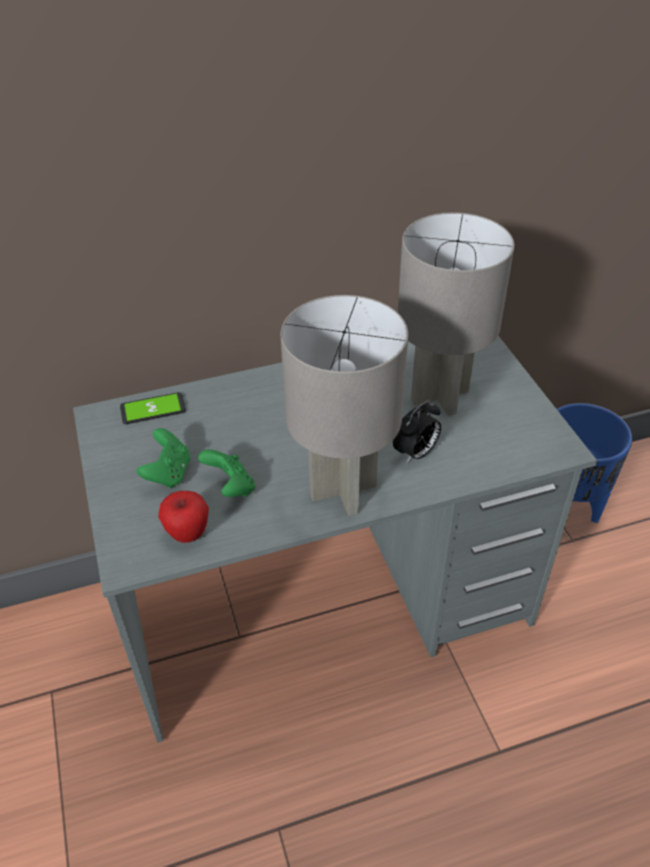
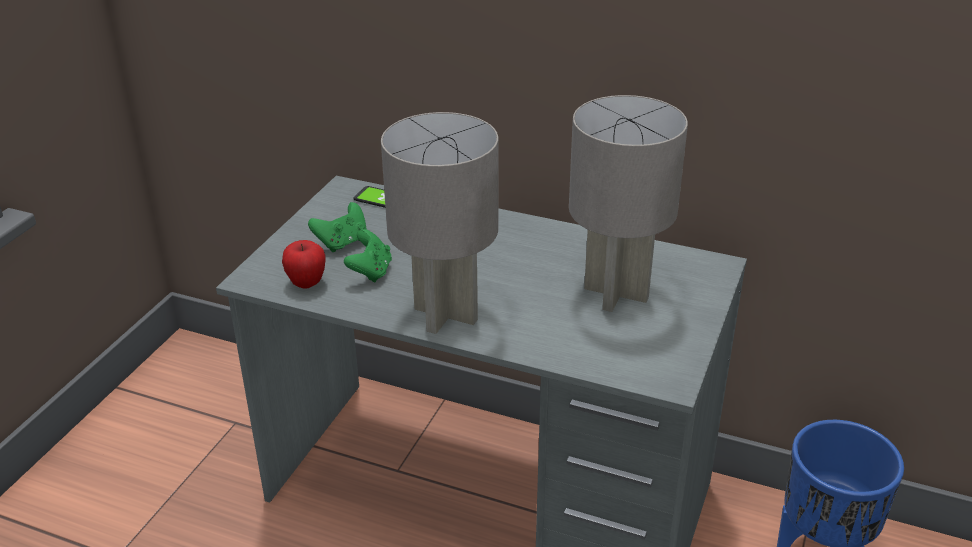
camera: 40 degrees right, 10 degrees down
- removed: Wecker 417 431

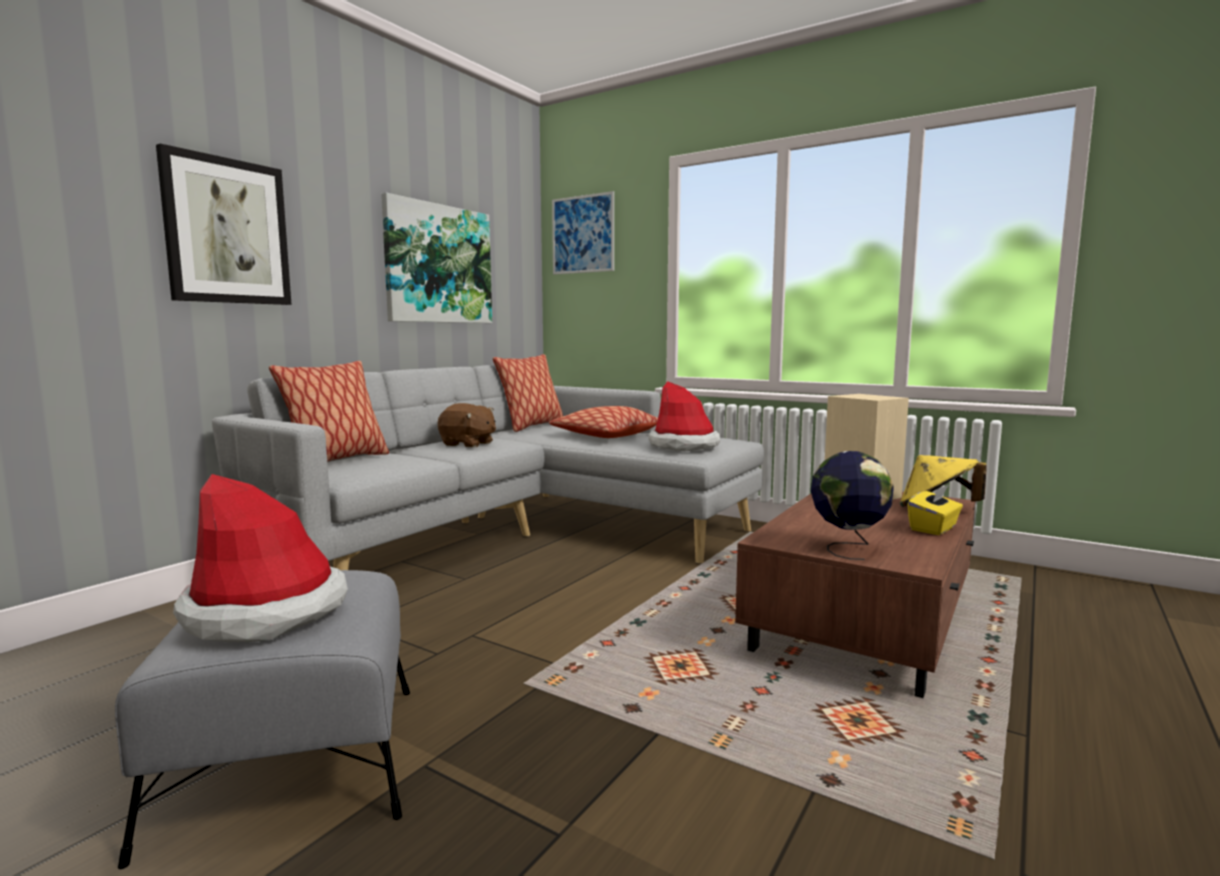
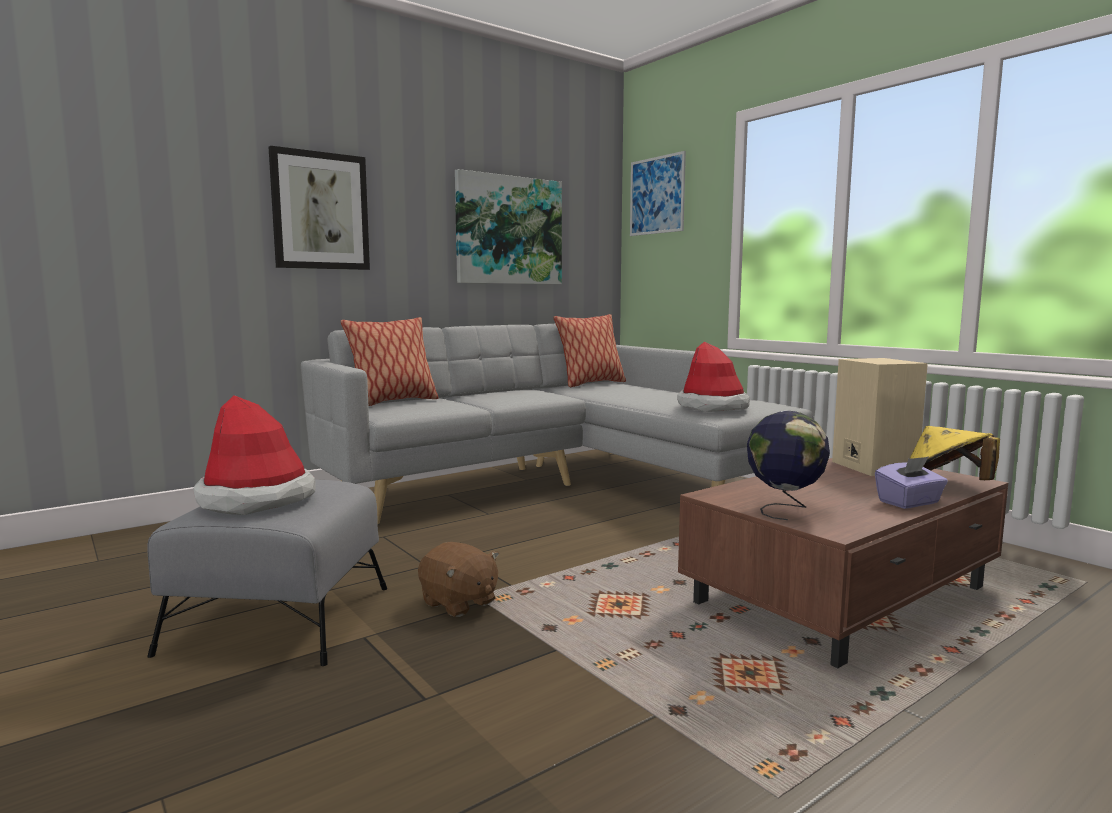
camera: 20 degrees right, 0 degrees up
- moved: Plüschtier [braun] 467 425 to 458 579
- removed: Kissen 603 422
- recoloured: Taschentuchbox [gelb] 935 510 to Taschentuchbox [lila] 911 482

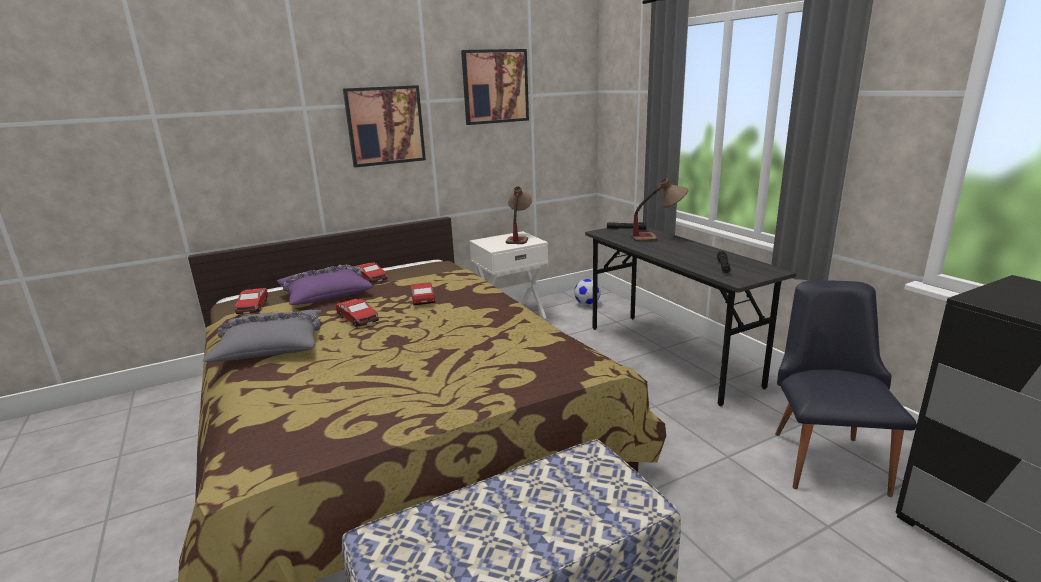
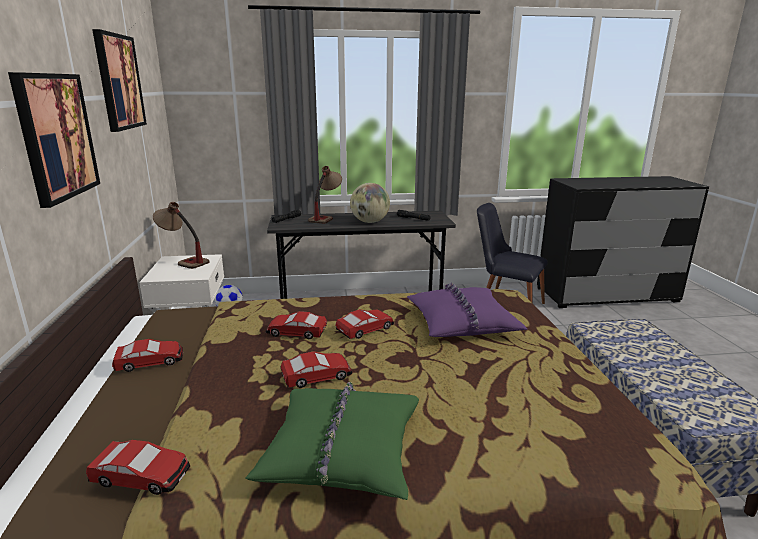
camera: 70 degrees left, 0 degrees up
- recoloured: Kissen [grau] 262 336 to Kissen [grün] 332 441
- moved: Kissen [lila] 325 284 to 467 310
- added: Spielzeugauto 365 324
- added: Globus 370 203

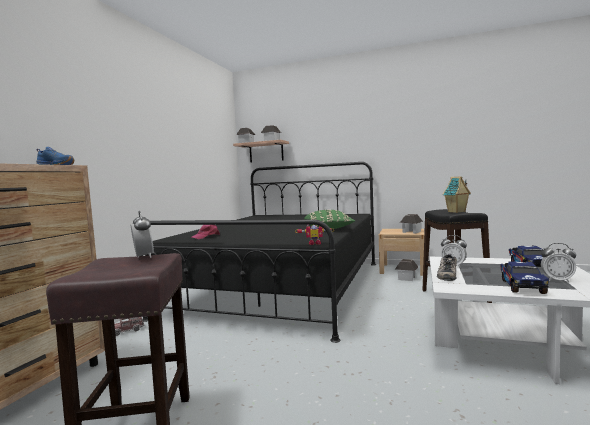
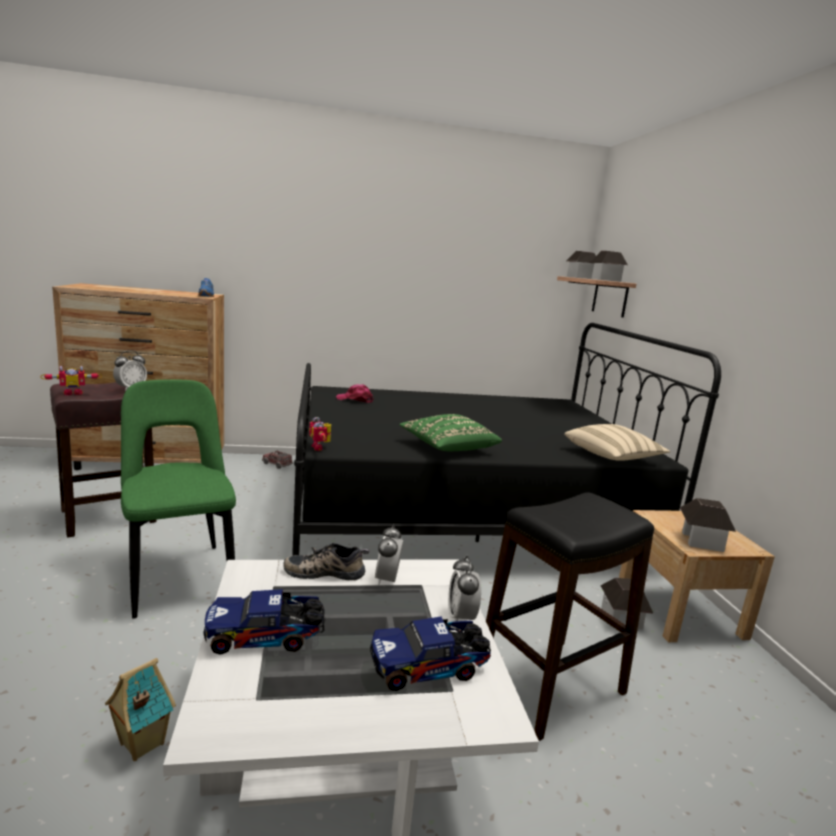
camera: 60 degrees right, 10 degrees up
- moved: Spielzeughaus 457 194 to 140 709
- moved: Wecker 558 262 to 464 588
- added: Spielzeugroboter 71 380
- added: Stuhl [grün] 178 498
- added: Kissen [beige] 617 442

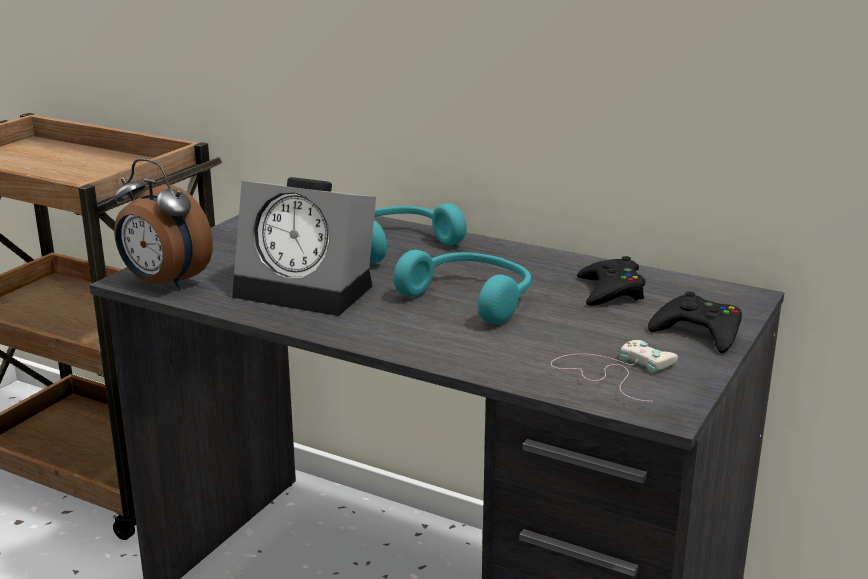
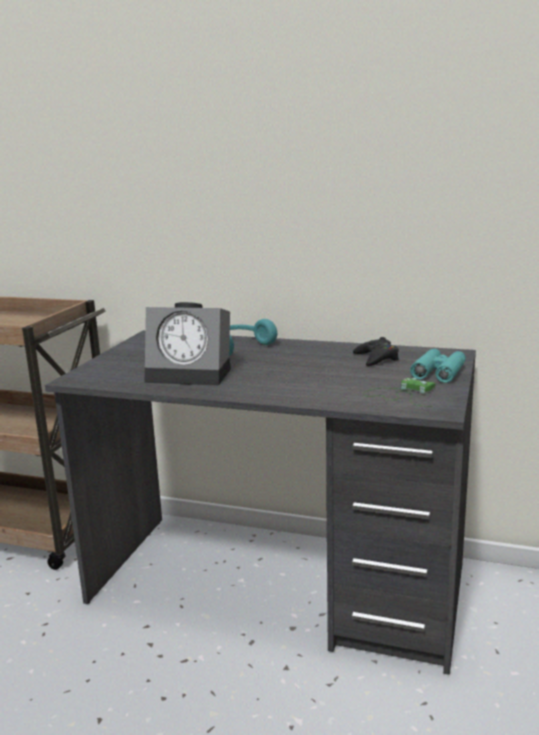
camera: 10 degrees left, 5 degrees down
- removed: Wecker 163 224
- removed: Kopfhörer [türkis] 462 287
- recoloured: Gamepad [weiß] 614 371 to Gamepad [grün] 399 392
- replaced: Gamepad [schwarz] 695 322 to Fernglas [türkis] 438 366

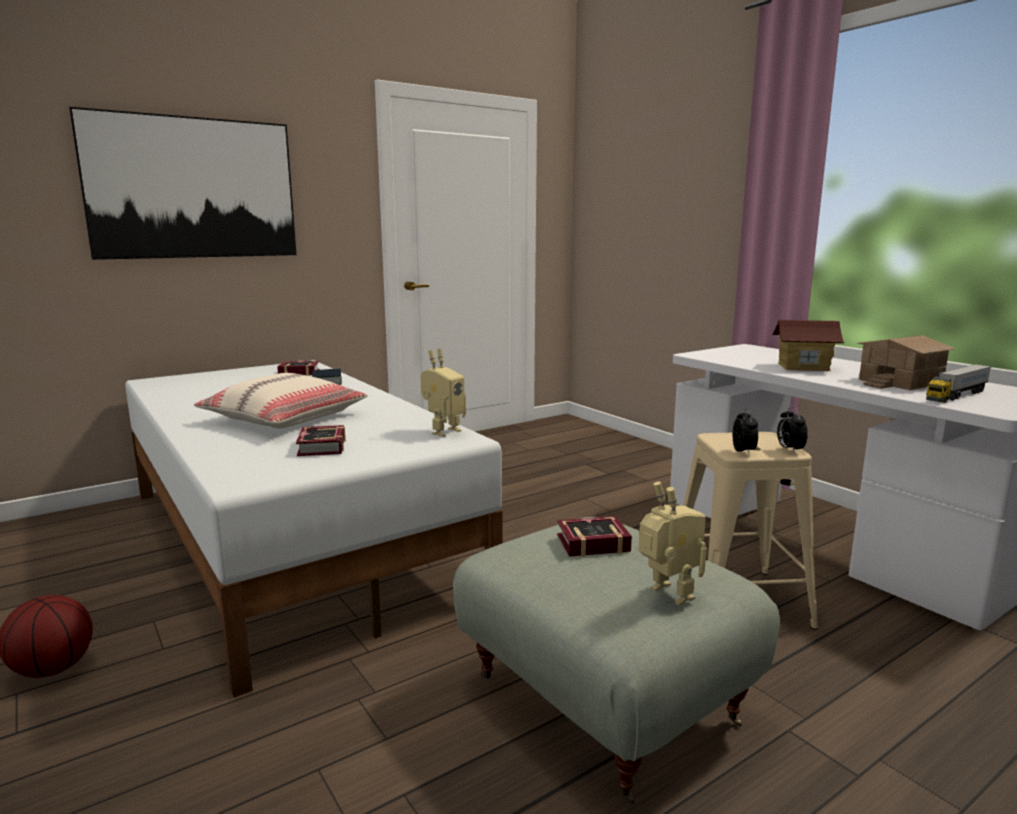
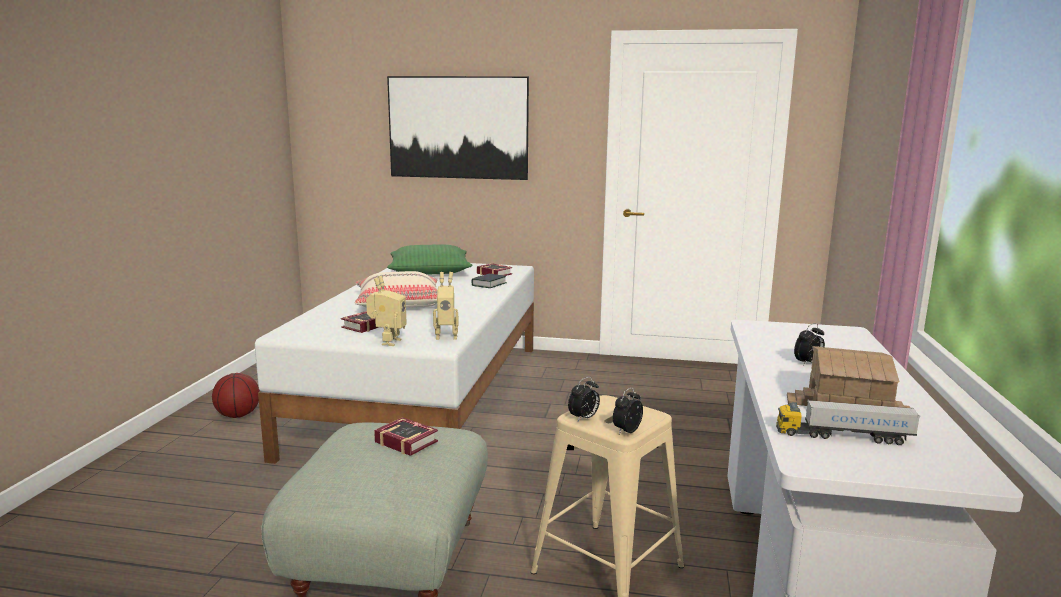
camera: 45 degrees right, 0 degrees up
- moved: Spielzeugroboter 673 543 to 386 311
- replaced: Spielzeughaus 808 345 to Wecker 809 344
- added: Kissen [grün] 429 260

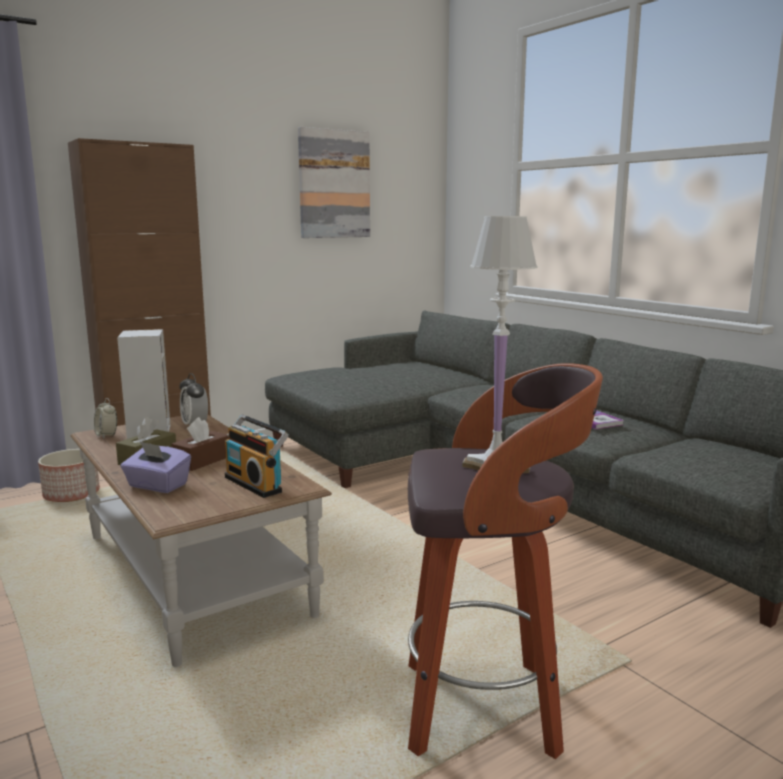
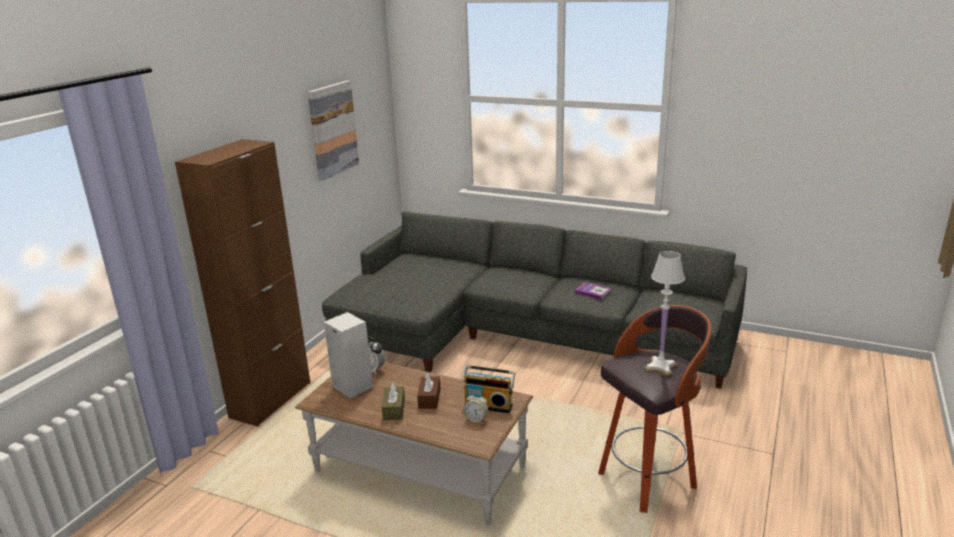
camera: 30 degrees left, 10 degrees up
- removed: Pflanzkübel 69 475
- moved: Wecker 105 418 to 475 407
- removed: Taschentuchbox [lila] 156 467

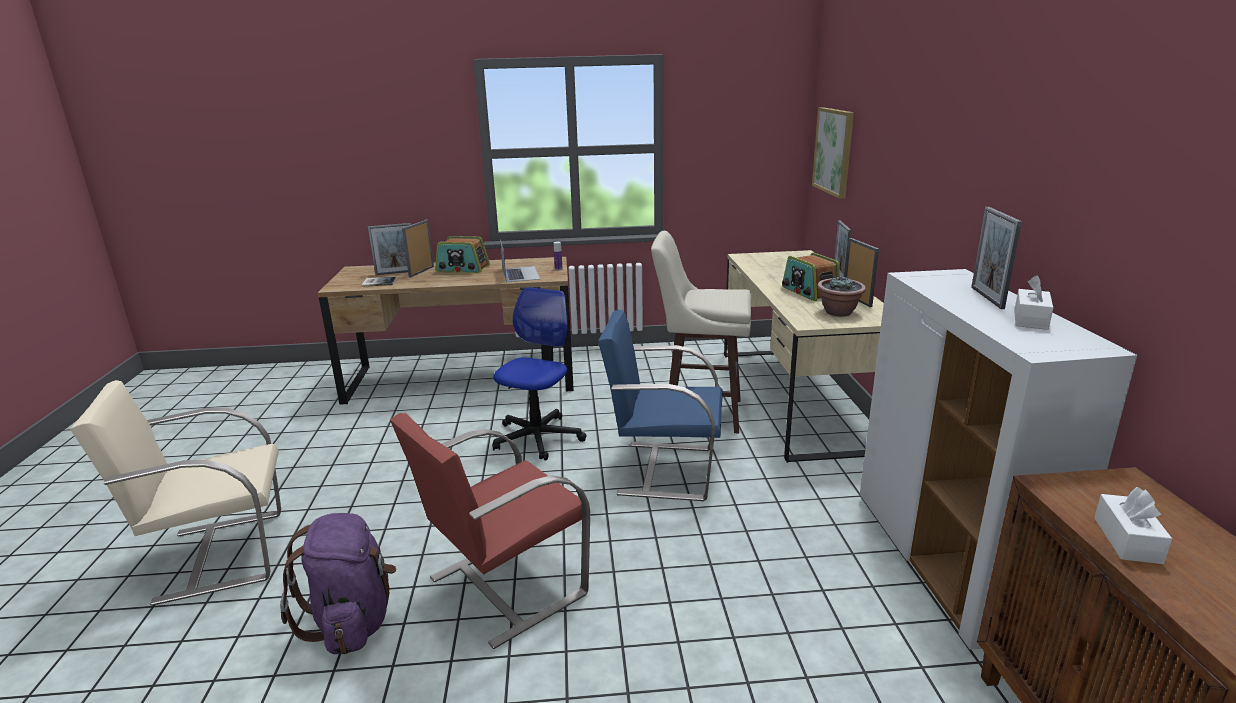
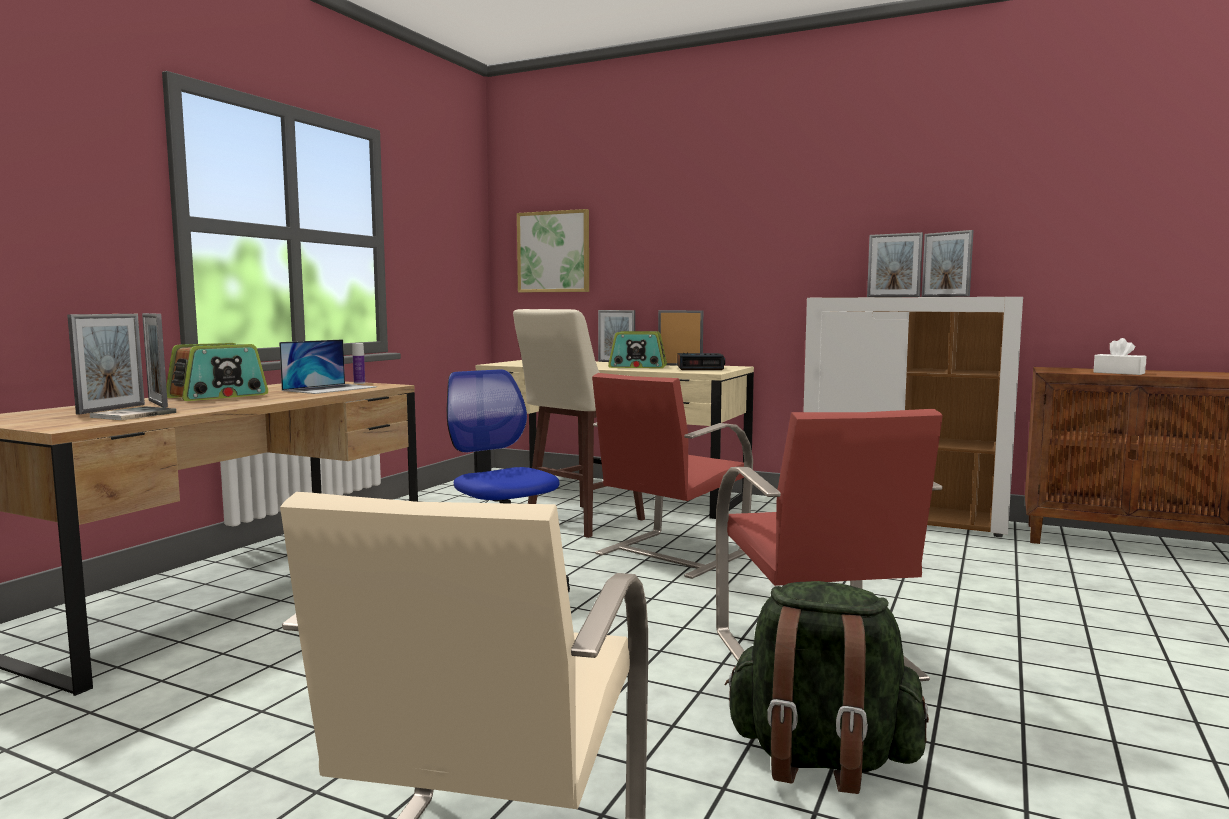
camera: 60 degrees left, 15 degrees down
- recoloured: Rucksack [lila] 338 583 to Rucksack [grün] 827 687
- turned: Laptop 520 261 = 328 366 105 degrees clockwise
- recoloured: Stuhl [blau] 660 405 to Stuhl [rot] 672 476
- replaced: Topfpflanze 841 296 to Wecker 701 361
- replaced: Taschentuchbox [weiß] 1033 302 to Bilderrahmen 948 263

